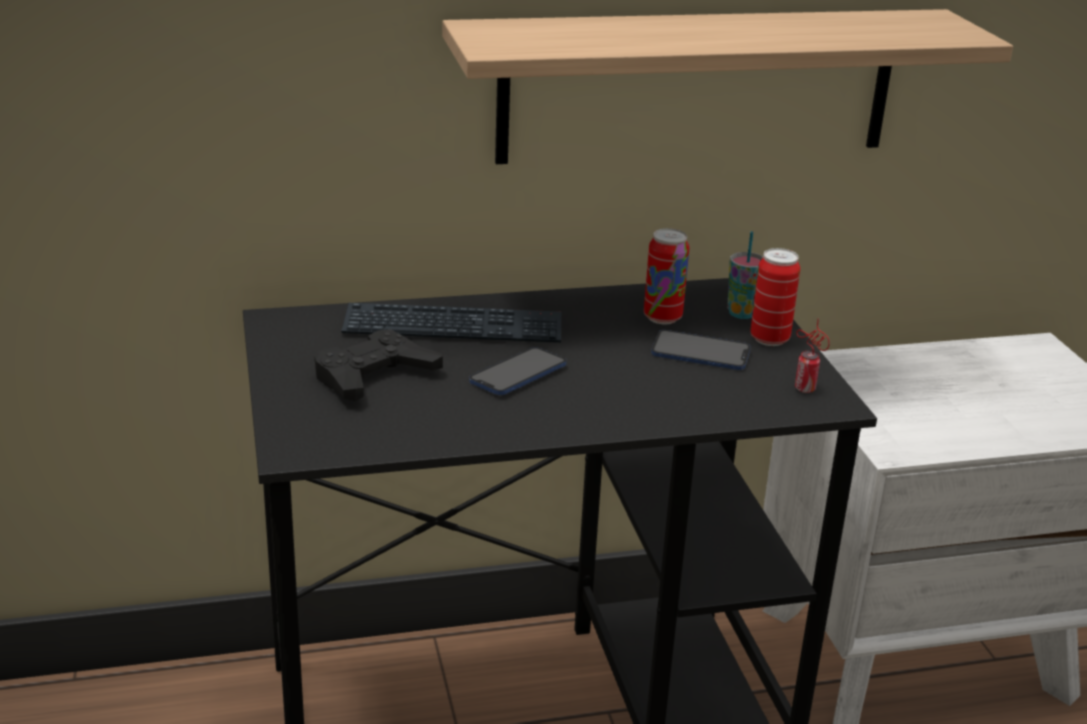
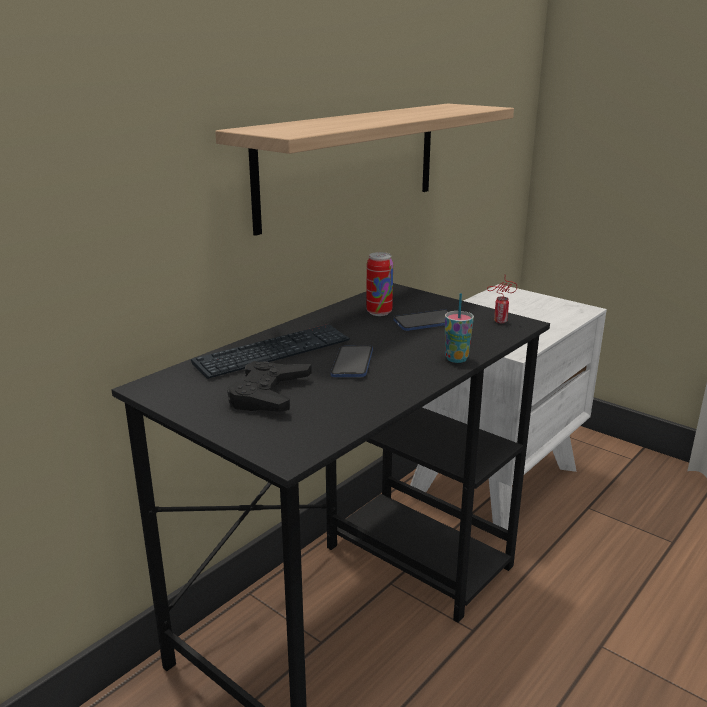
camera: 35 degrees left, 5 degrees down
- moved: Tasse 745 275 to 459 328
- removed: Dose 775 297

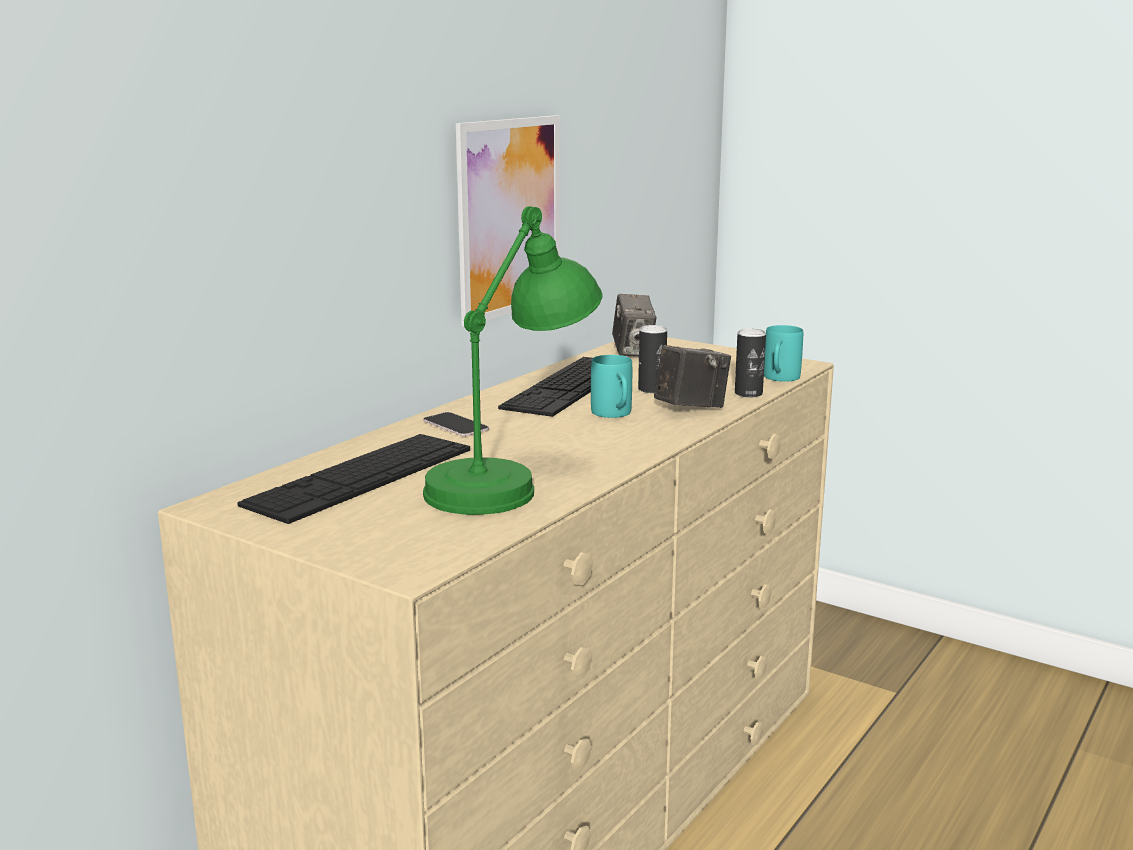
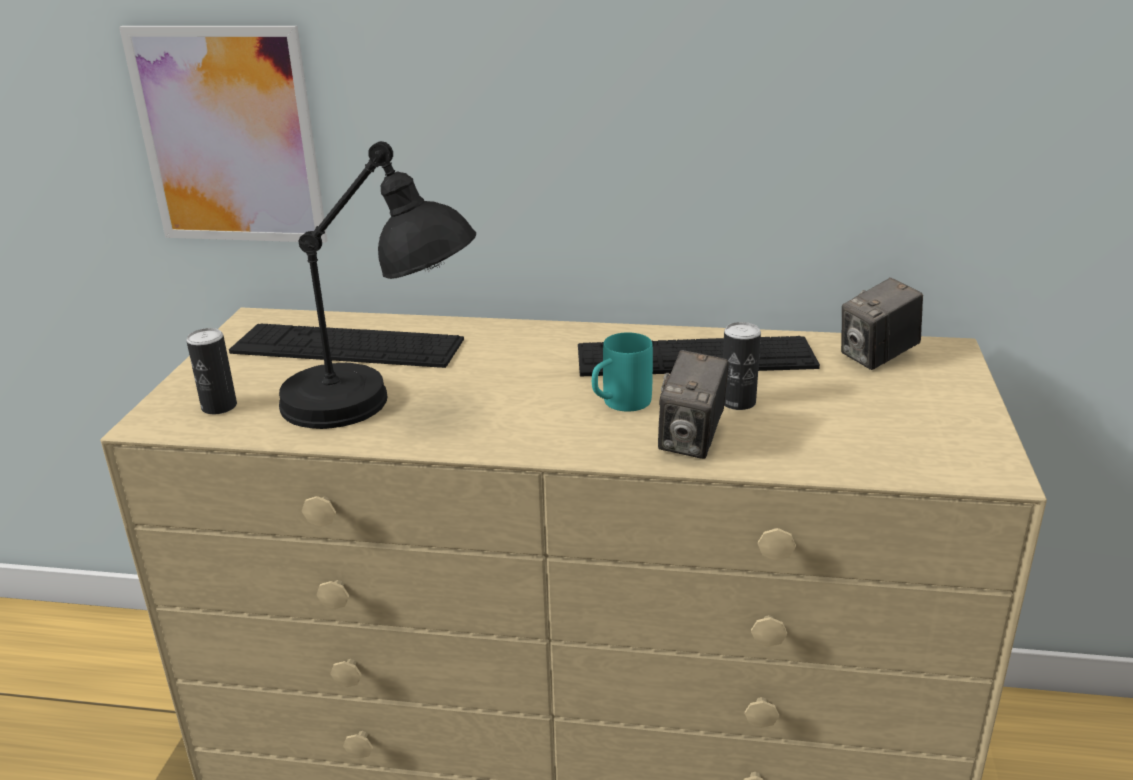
camera: 65 degrees right, 10 degrees up
- recoloured: Tischlampe [grün] 513 360 to Tischlampe [schwarz] 377 285
- removed: Handy 456 424
- moved: Bild 508 220 to 223 134
- turned: Kamera 692 376 = 693 404 75 degrees clockwise
- moved: Dose 750 362 to 211 371
- removed: Henkelbecher [türkis] 783 353

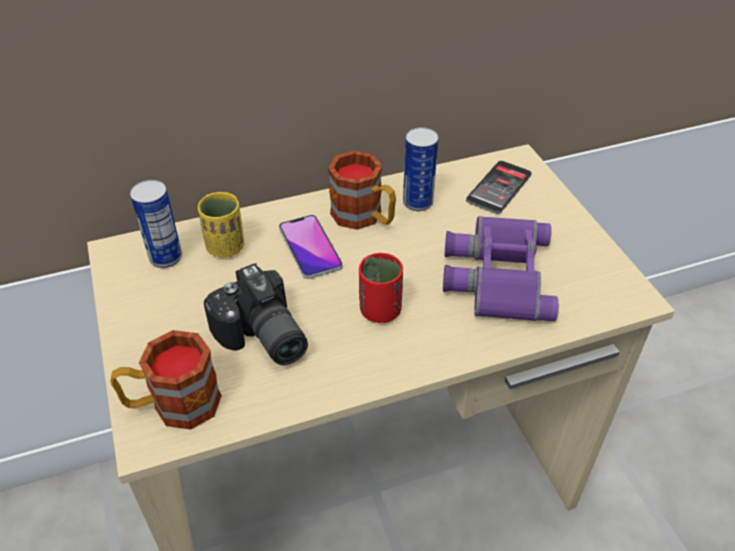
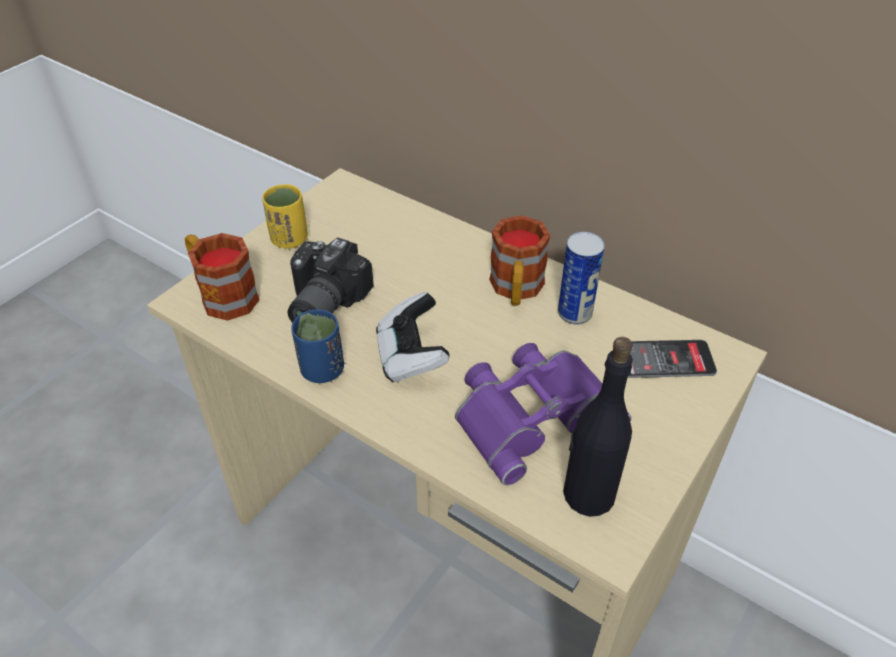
camera: 55 degrees right, 0 degrees up
- removed: Dose 156 224
- moved: Tasse [gelb] 221 225 to 285 216
- removed: Handy 311 247
- replaced: Tasse [rot] 381 288 to Gamepad 413 337
- added: Tasse [blau] 317 346
- added: Flasche [schwarz] 598 427

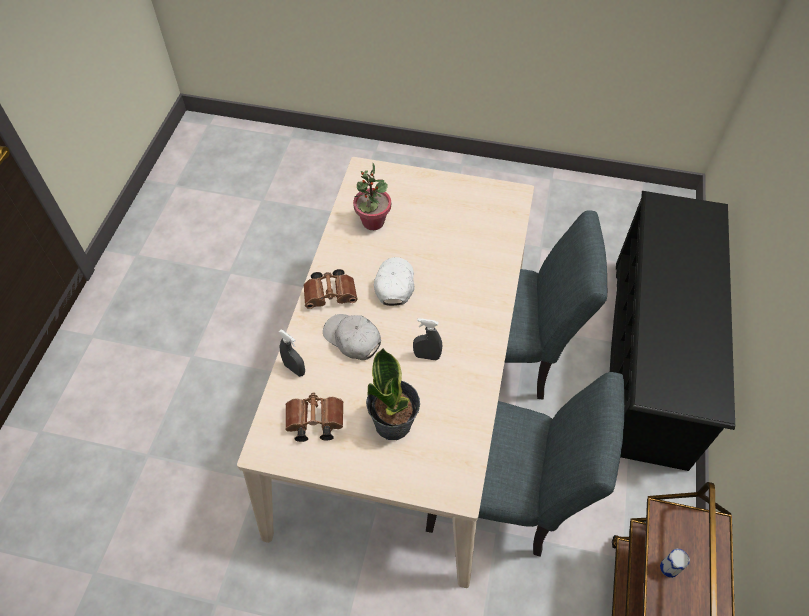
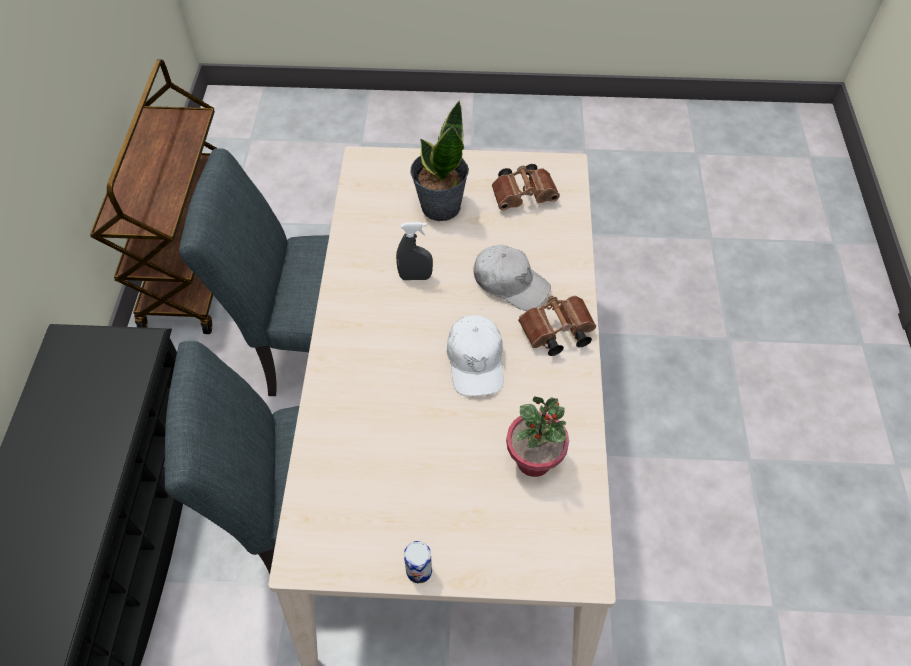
camera: 170 degrees right, 0 degrees up
- removed: Sprühflasche [grau] 292 353
- moved: Dose 675 563 to 418 562

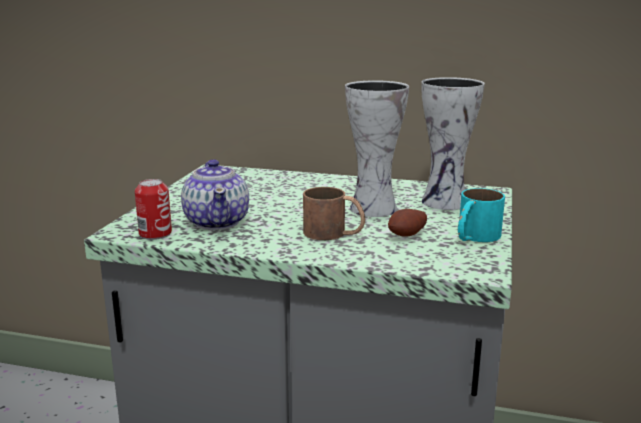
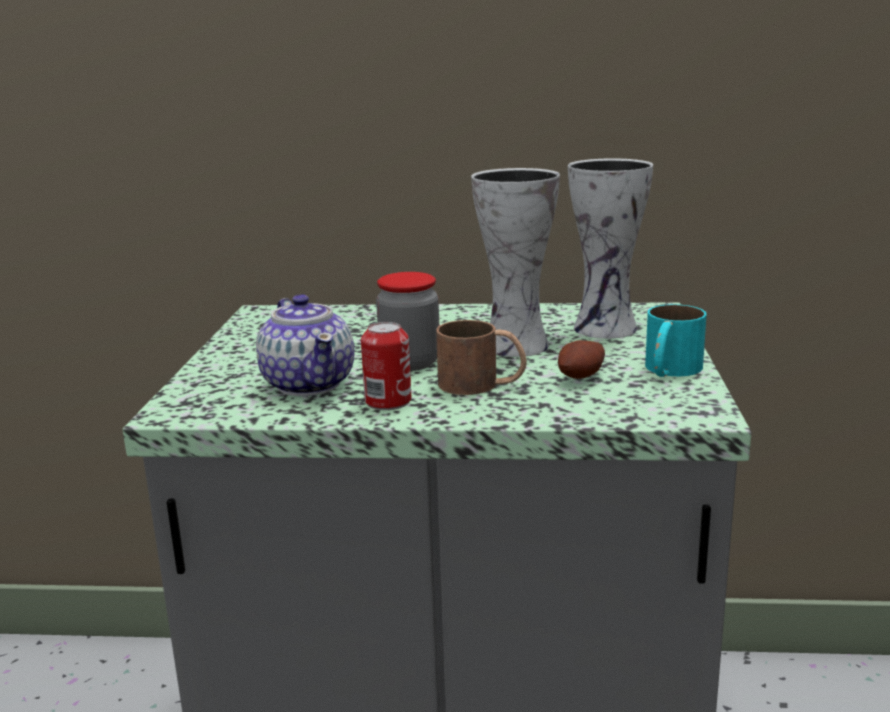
camera: 10 degrees left, 0 degrees up
- moved: Dose 153 209 to 386 366
- added: Vorratsglas 407 321

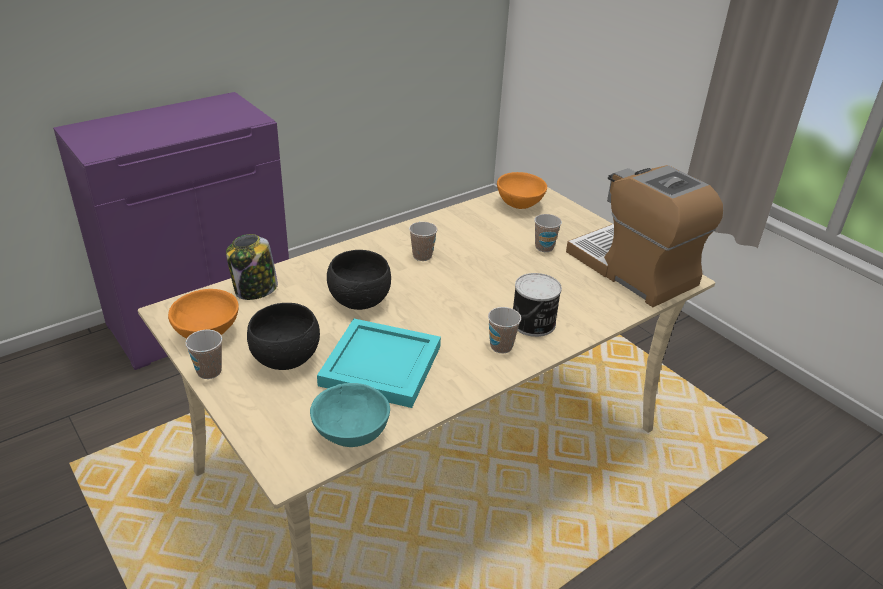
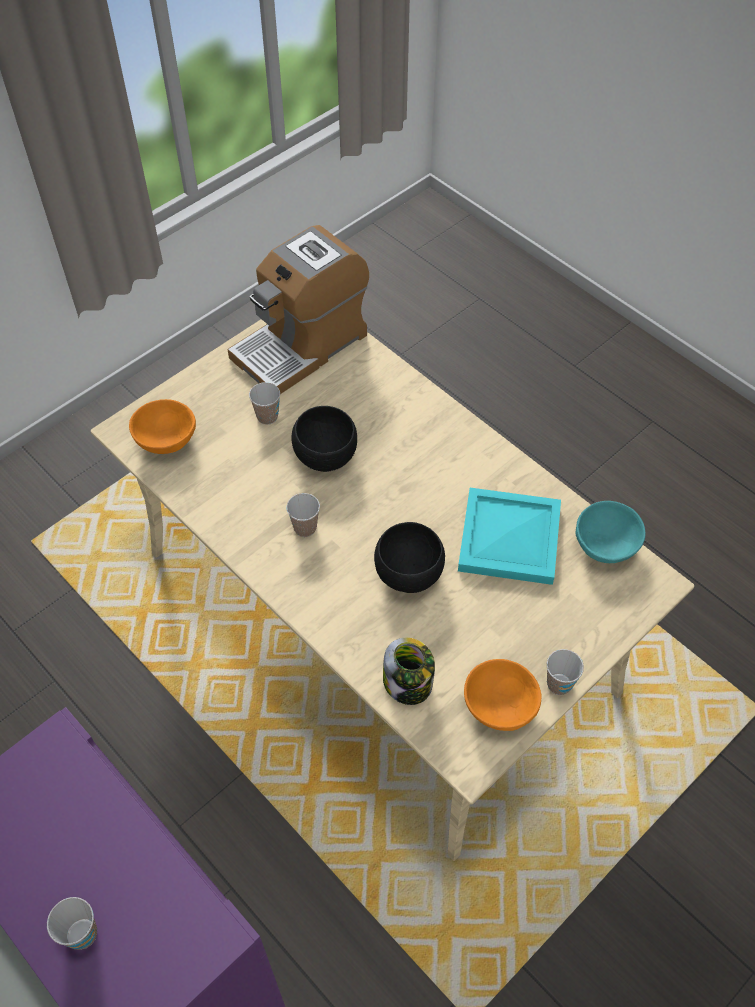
camera: 95 degrees left, 20 degrees up
- moved: Schüssel [schwarz] 283 336 to 324 439
- moved: Tasse 504 330 to 72 923
- removed: Dose 537 305

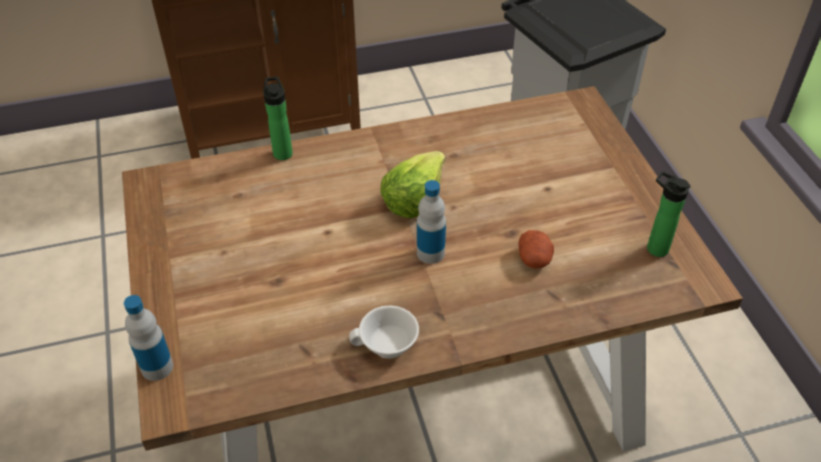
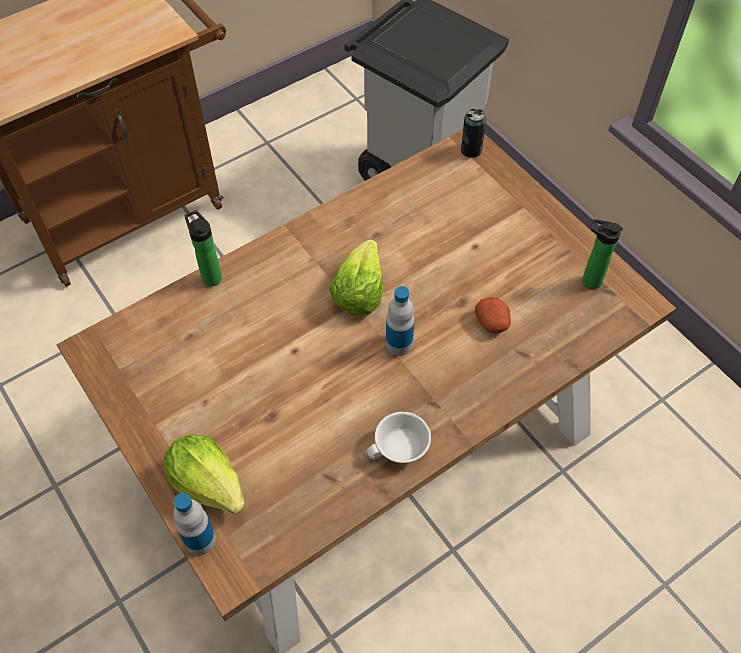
camera: 20 degrees left, 10 degrees up
- added: Salatkopf 204 474
- added: Dose 473 133

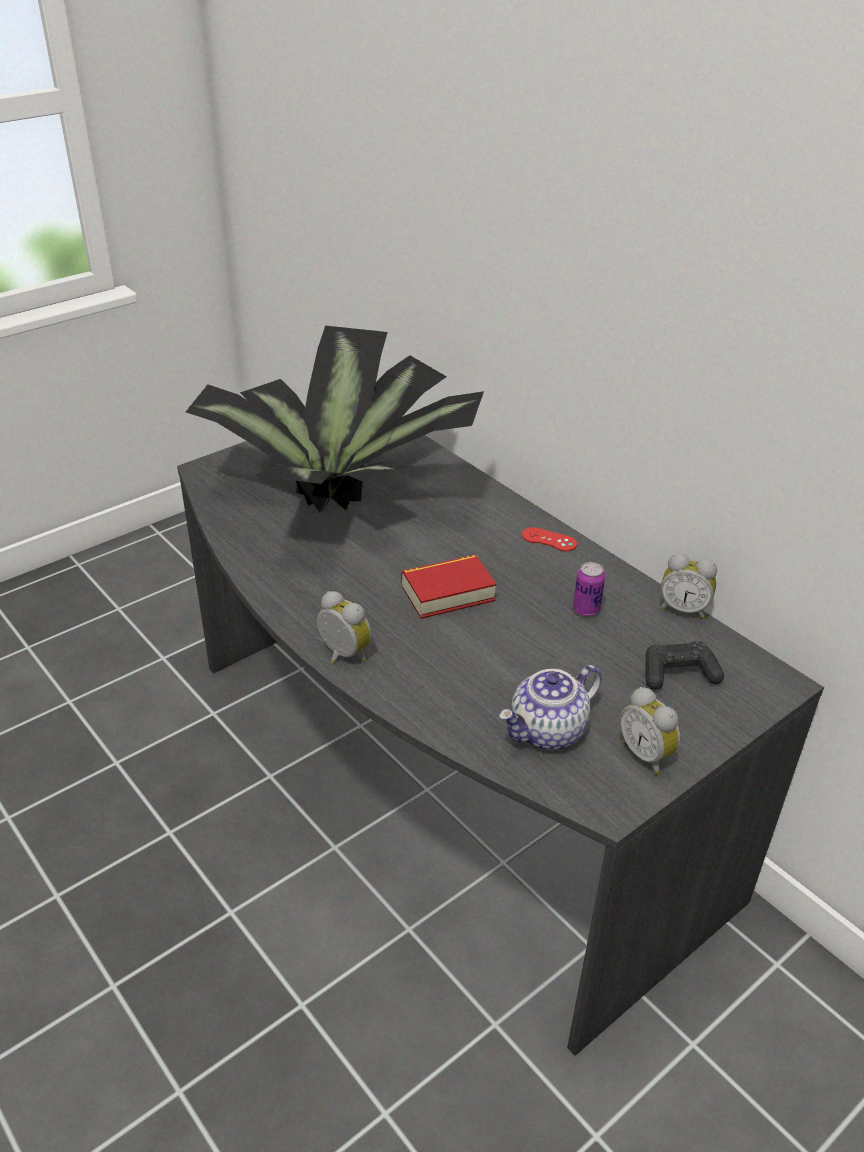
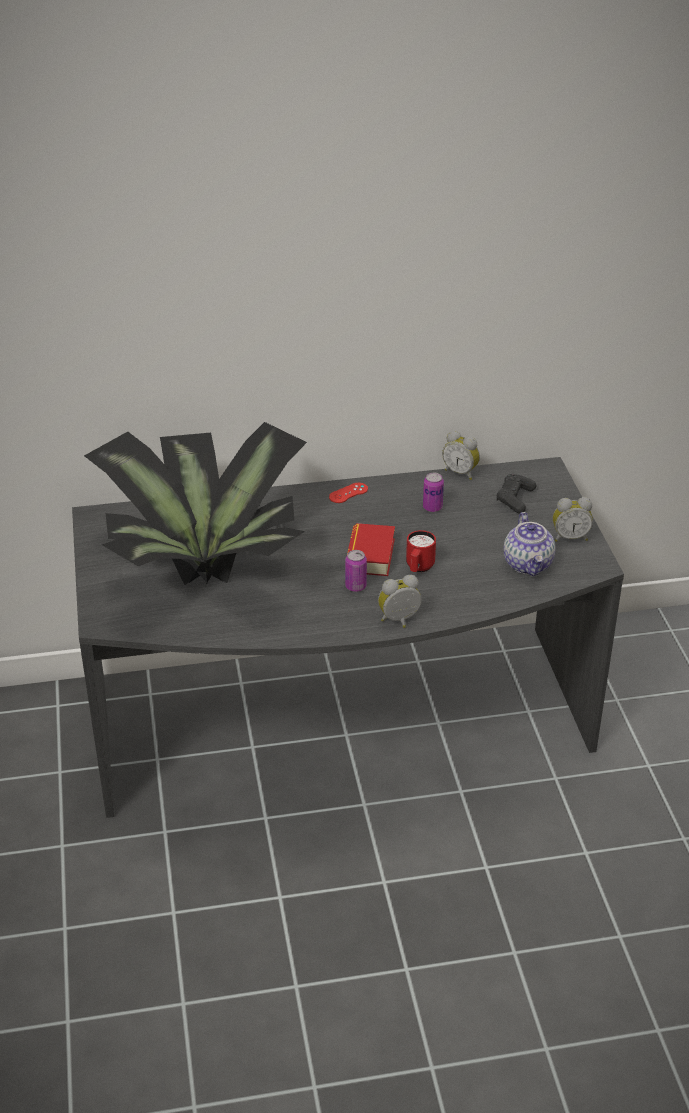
camera: 60 degrees left, 0 degrees up
- turned: Wecker 688 586 = 461 455 75 degrees clockwise
- added: Dose 356 571
- added: Henkelbecher [rot] 421 551

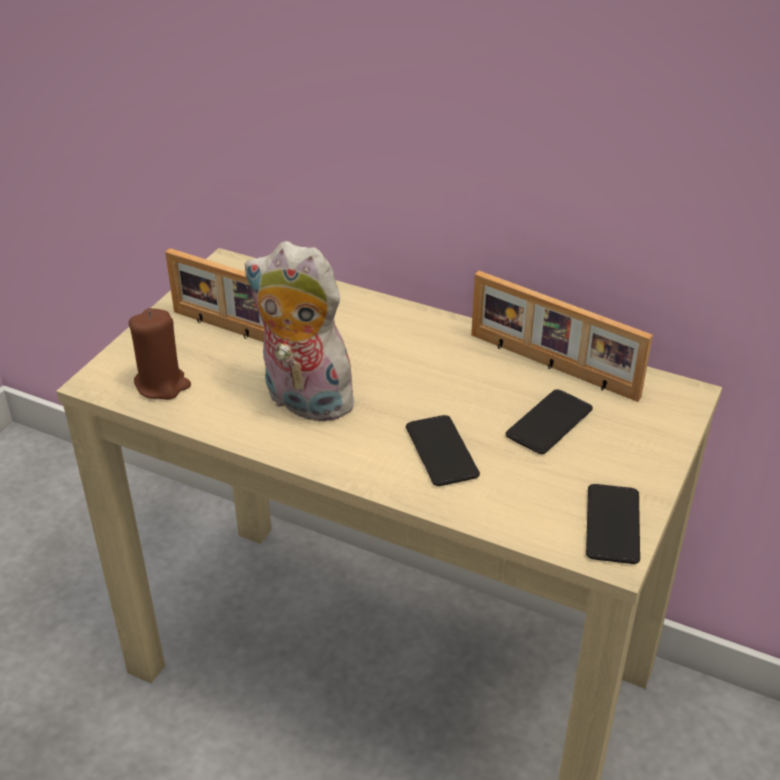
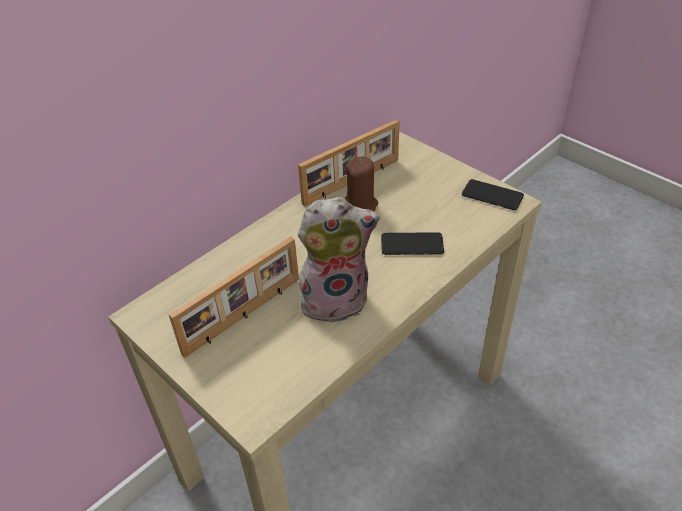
camera: 70 degrees left, 5 degrees up
- moved: Kerze [braun] 160 354 to 361 183
- turned: Plüschtier 305 332 = 339 260 150 degrees counterclockwise
- removed: Handy 549 421

